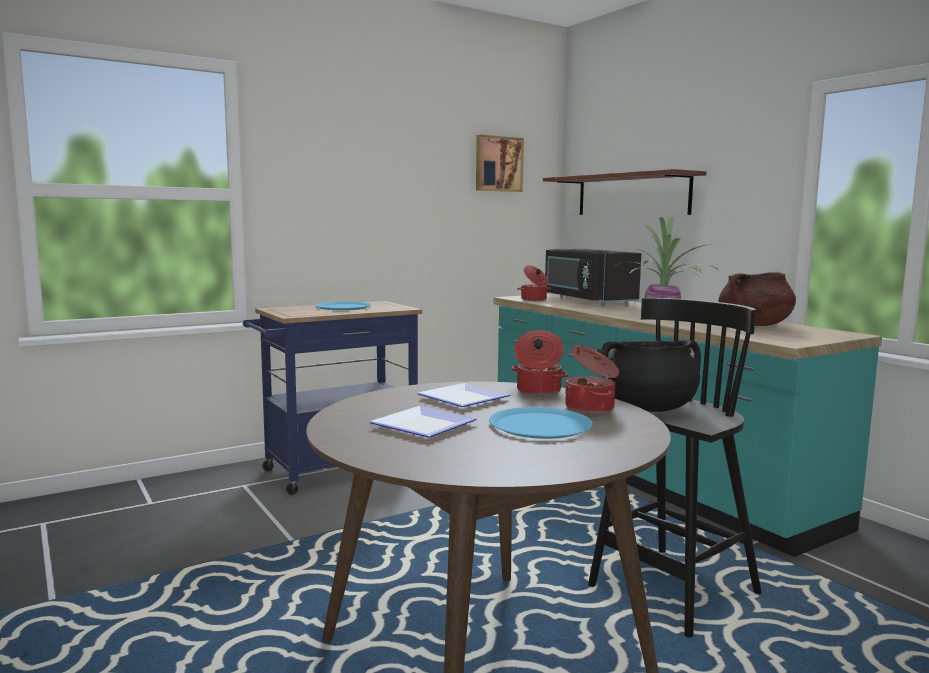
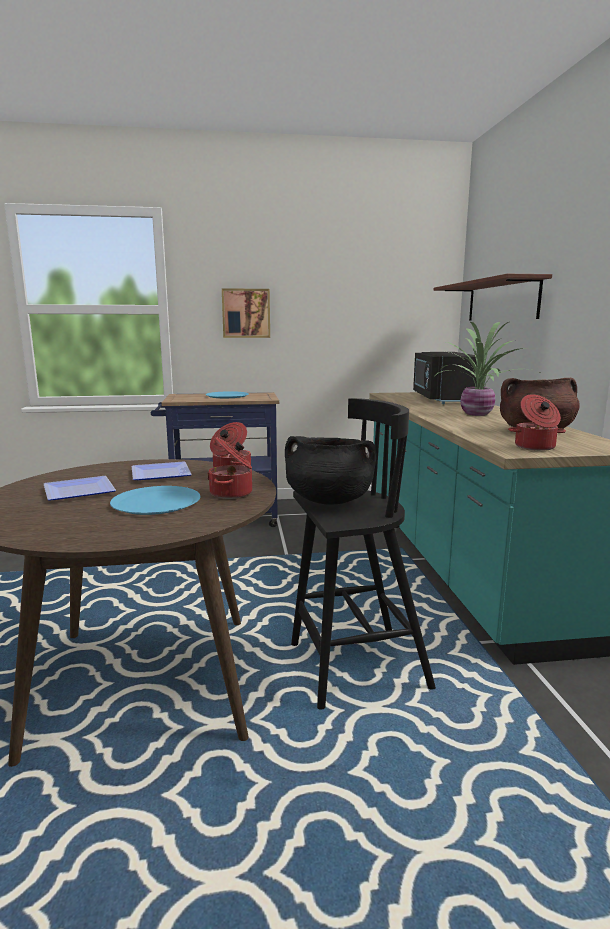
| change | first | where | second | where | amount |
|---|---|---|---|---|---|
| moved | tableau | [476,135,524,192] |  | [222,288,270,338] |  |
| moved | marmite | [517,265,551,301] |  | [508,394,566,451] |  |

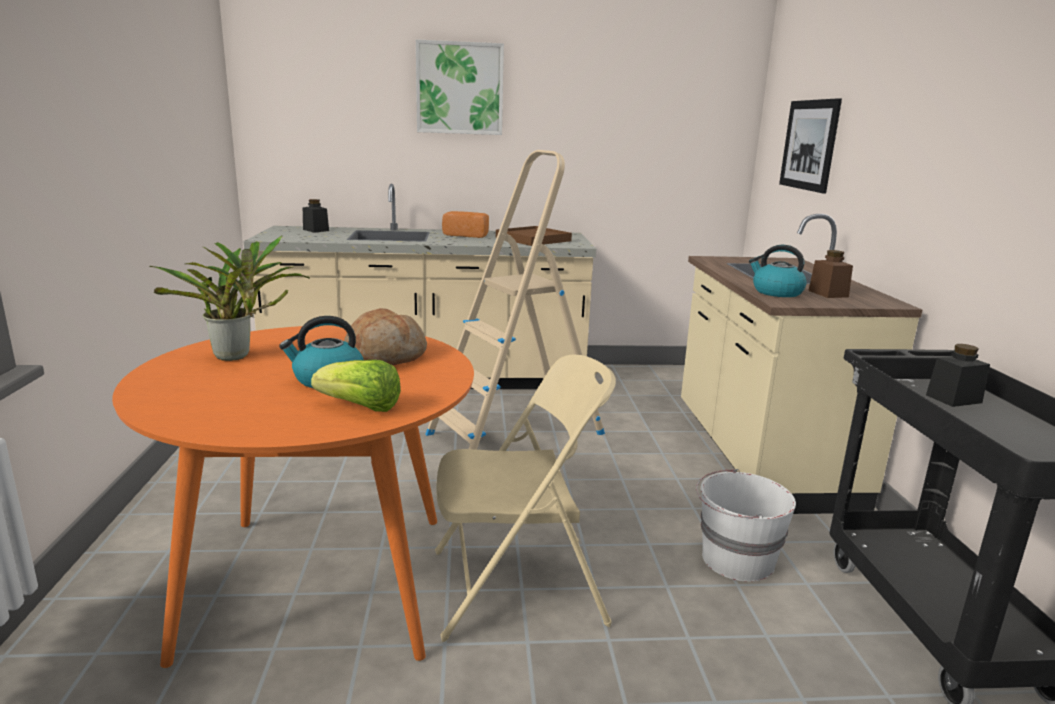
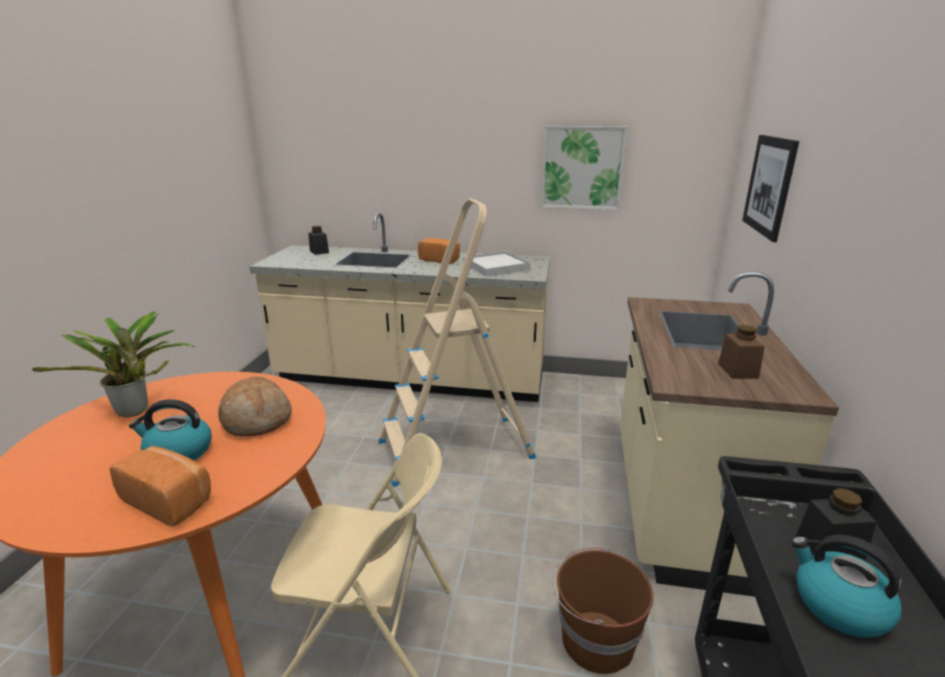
| change | first | where | second | where | amount |
|---|---|---|---|---|---|
| moved | tableau | [416,39,504,135] |  | [540,126,628,210] |  |
| recoloured | plateau (marron) | [496,226,572,246] | plateau (blanc) | [463,251,531,277] |  |
| moved | bouilloire | [749,245,807,297] |  | [791,535,902,638] |  |
| replaced | laitue | [311,360,401,412] | pain | [109,446,211,527] |  |
| recoloured | seau (blanc) | [696,469,796,582] | seau (marron) | [552,547,653,674] |  |

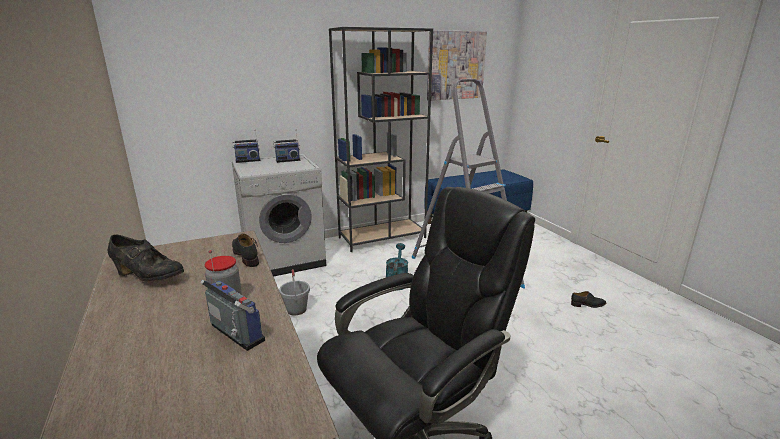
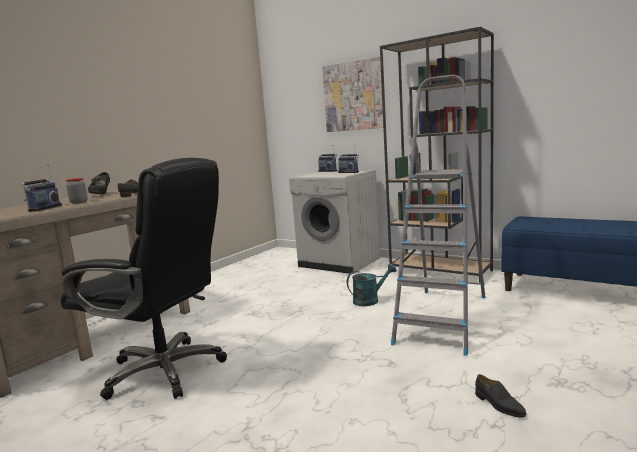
| change | first | where | second | where | amount |
|---|---|---|---|---|---|
| moved | tableau | [427,30,487,100] |  | [322,56,383,132] |  |
| removed | seau (gris) | [279,269,310,316] |  |  |  |

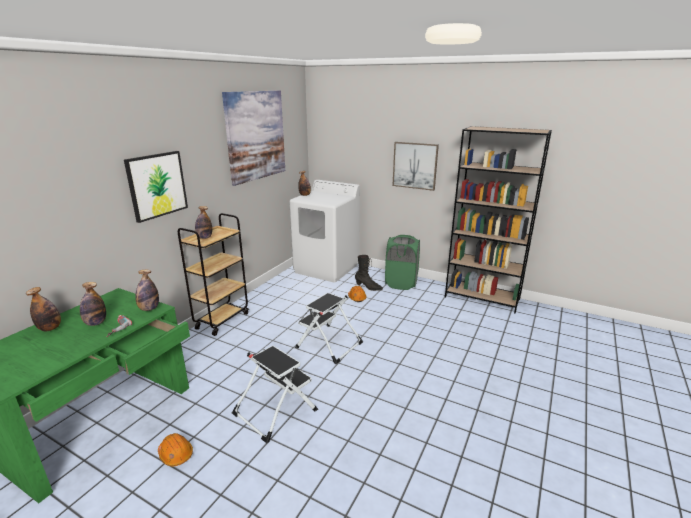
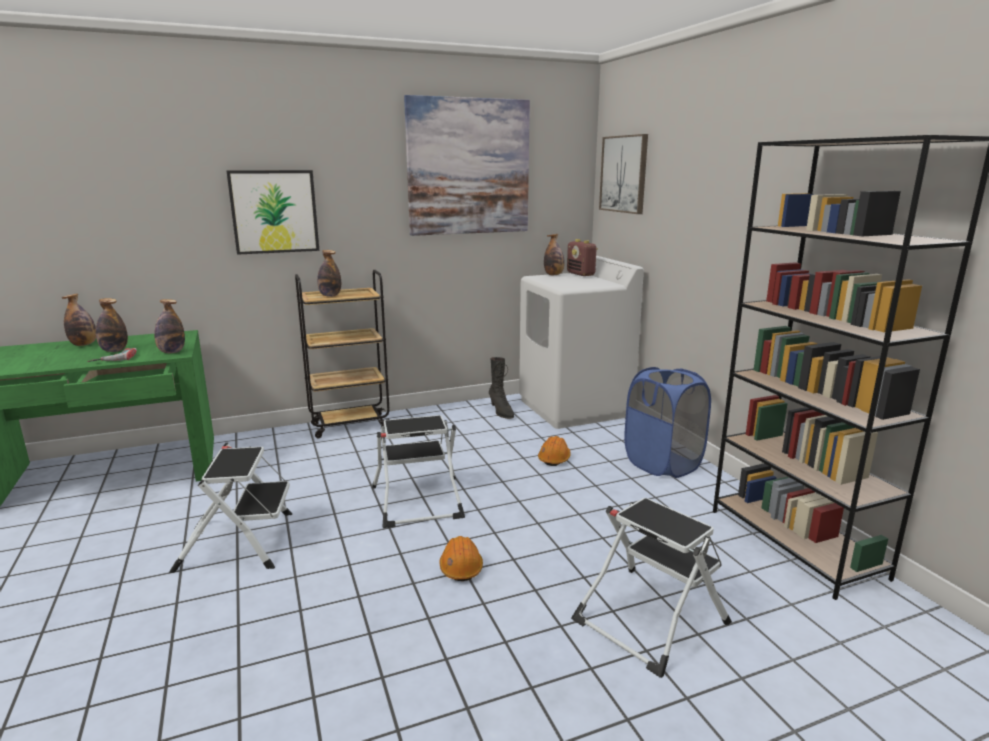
| change | first | where | second | where | amount |
|---|---|---|---|---|---|
| moved | tableau | [393,142,439,191] |  | [599,134,648,214] |  |
| recoloured | panier à linge (vert) | [385,235,420,290] | panier à linge (bleu) | [624,367,711,478] |  |
| moved | botte (noir) | [355,255,383,291] |  | [489,357,514,419] |  |
| moved | casque de chantier (orange) | [158,433,193,467] |  | [439,536,483,581] |  |
| added |  |  | radio | [567,239,598,276] |  |
| added |  |  | escabeau | [571,498,732,678] |  |

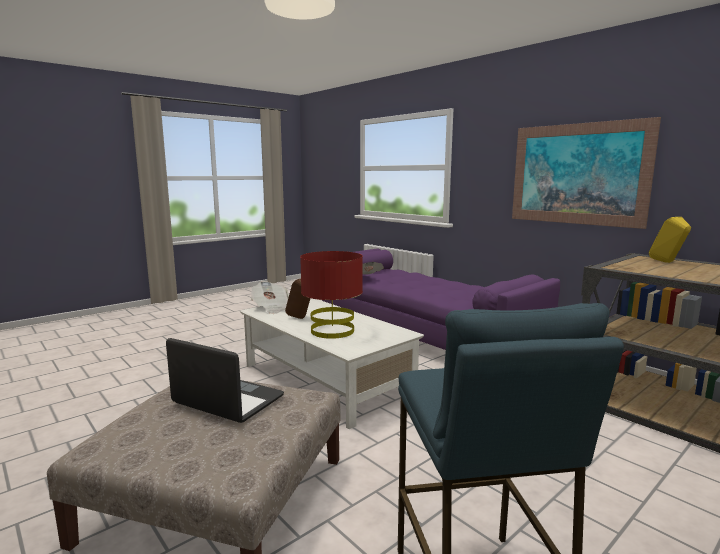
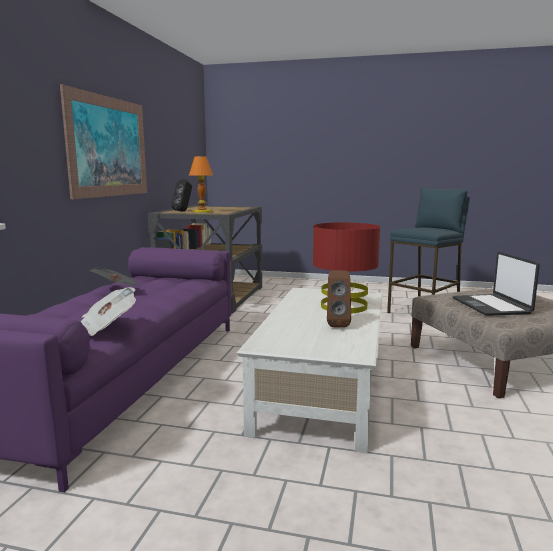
| change | first | where | second | where | amount |
|---|---|---|---|---|---|
| recoloured | enceinte (jaune) | [649,217,691,263] | enceinte (noir) | [171,179,192,211] |  |
| moved | journal | [251,281,289,314] |  | [89,268,140,286] |  |
| added |  |  | lampe de table | [189,156,214,213] |  |

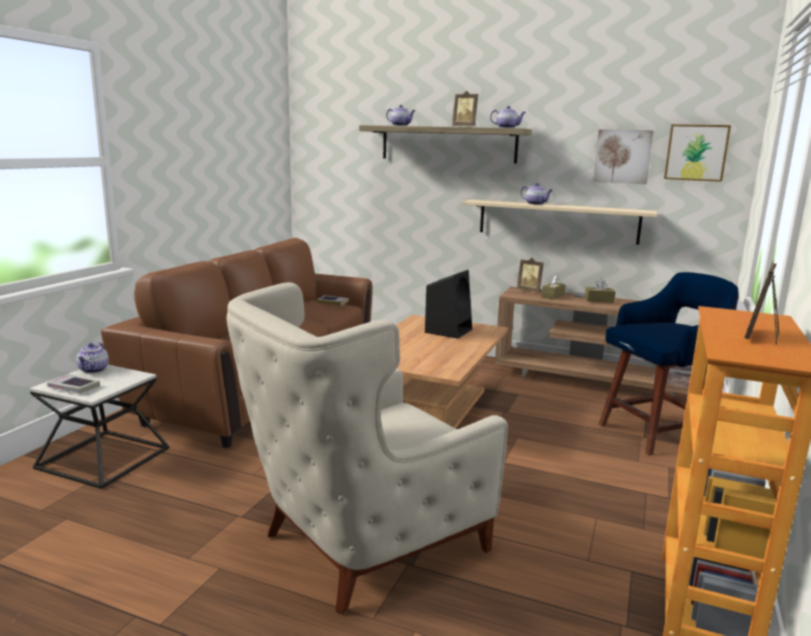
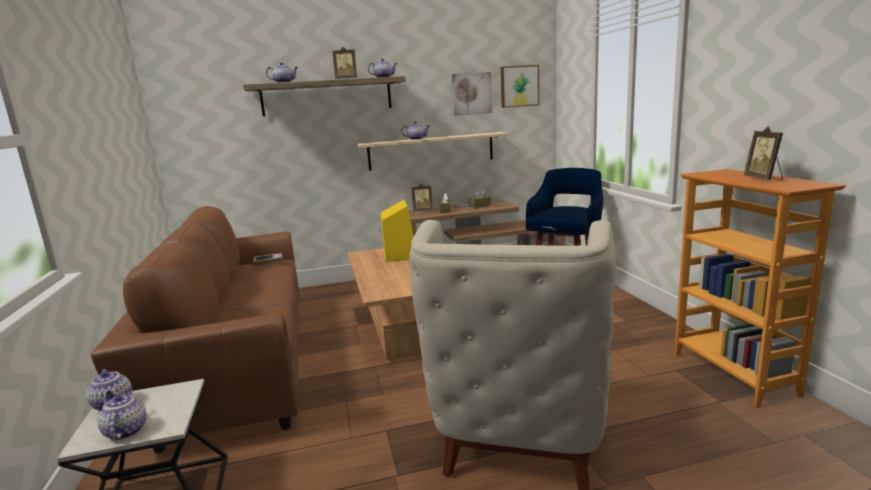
| change | first | where | second | where | amount |
|---|---|---|---|---|---|
| recoloured | enceinte (noir) | [425,270,472,339] | enceinte (jaune) | [381,200,414,262] |  |
| replaced | livre | [47,374,100,393] | théière | [97,388,147,440] |  |

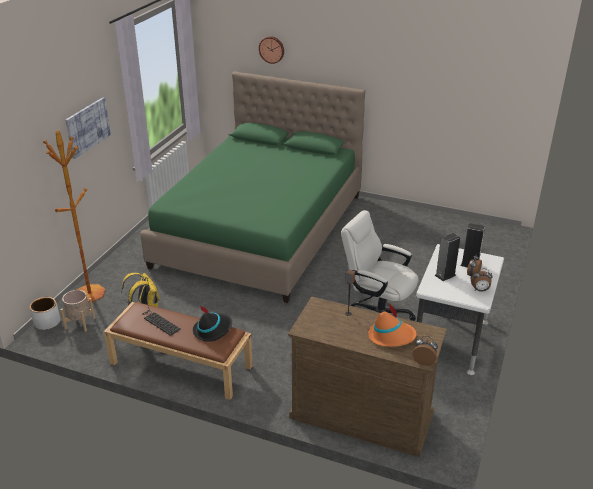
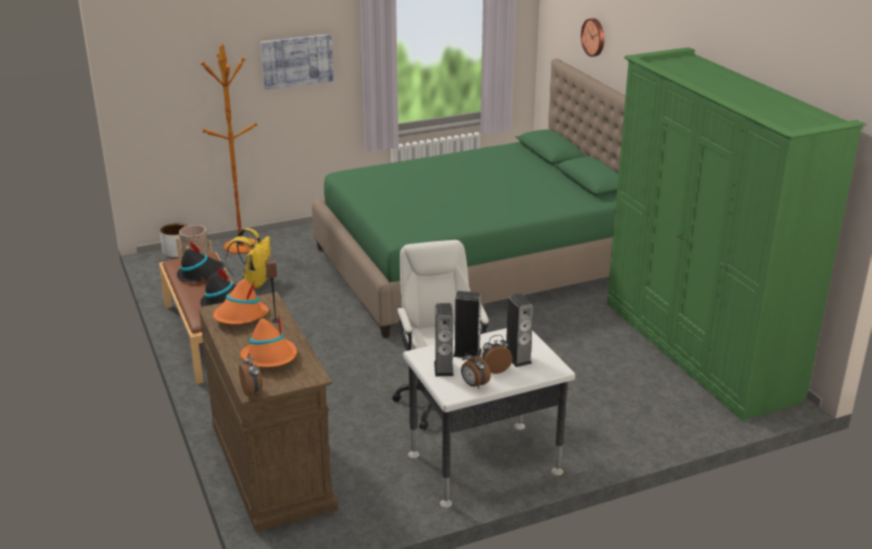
| change | first | where | second | where | amount |
|---|---|---|---|---|---|
| replaced | clavier | [143,305,181,336] | chapeau (noir) | [177,241,225,282] |  |
| added |  |  | armoire (vert) | [607,47,866,421] |  |
| added |  |  | chapeau (orange) | [213,279,269,324] |  |
| added |  |  | enceinte | [434,303,454,376] |  |

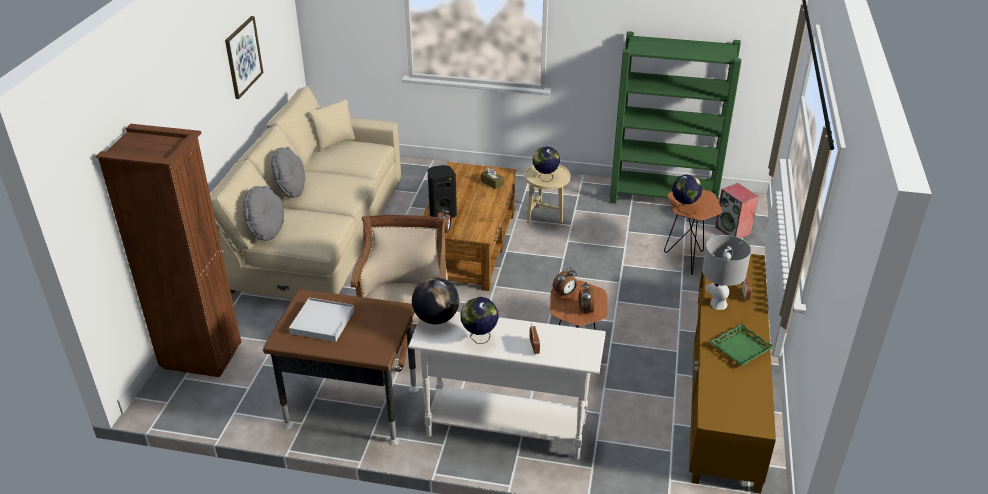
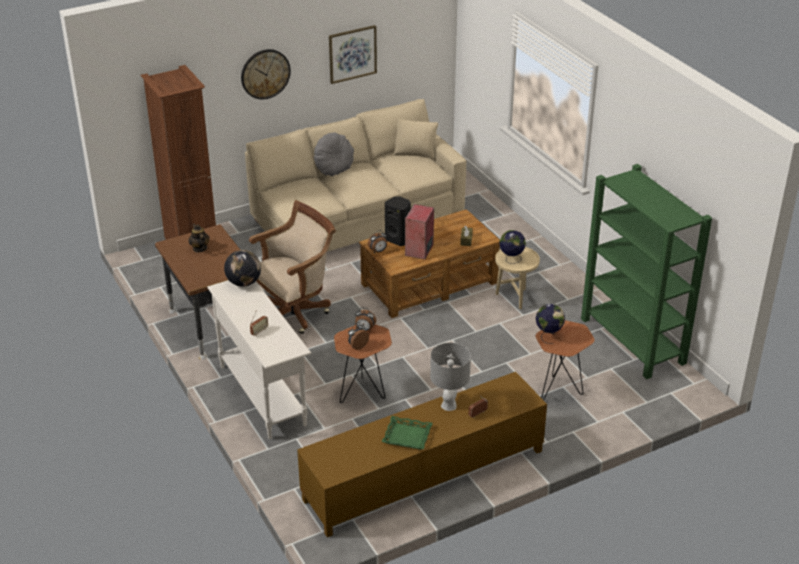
| change | first | where | second | where | amount |
|---|---|---|---|---|---|
| moved | enceinte | [715,183,759,238] |  | [405,204,434,259] |  |
| removed | coussin (gris) | [243,185,284,241] |  |  |  |
| removed | globe | [460,297,499,344] |  |  |  |
| replaced | plateau (blanc) | [289,298,354,342] | théière | [188,224,210,253] |  |
| added |  |  | horloge murale | [241,49,291,99] |  |

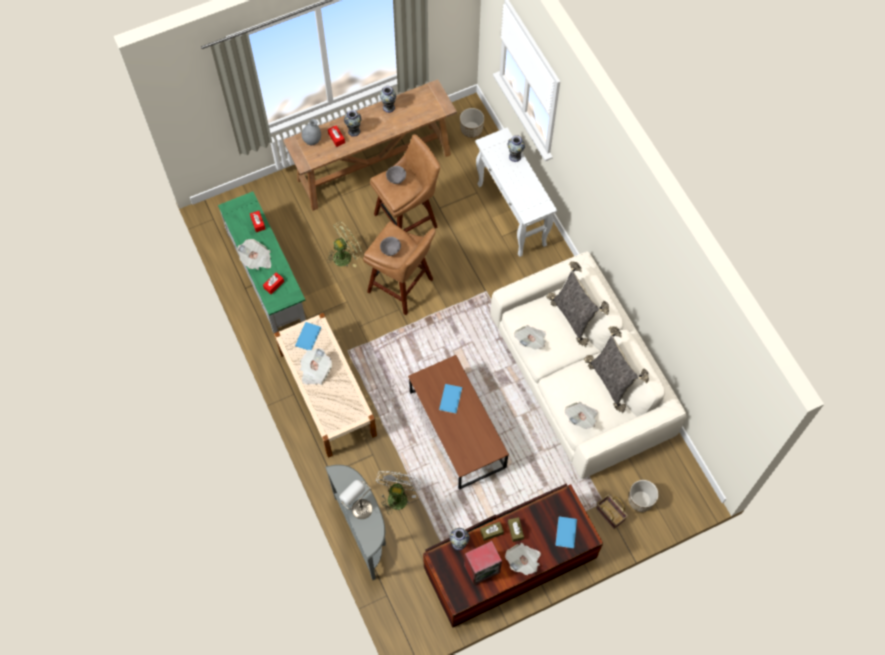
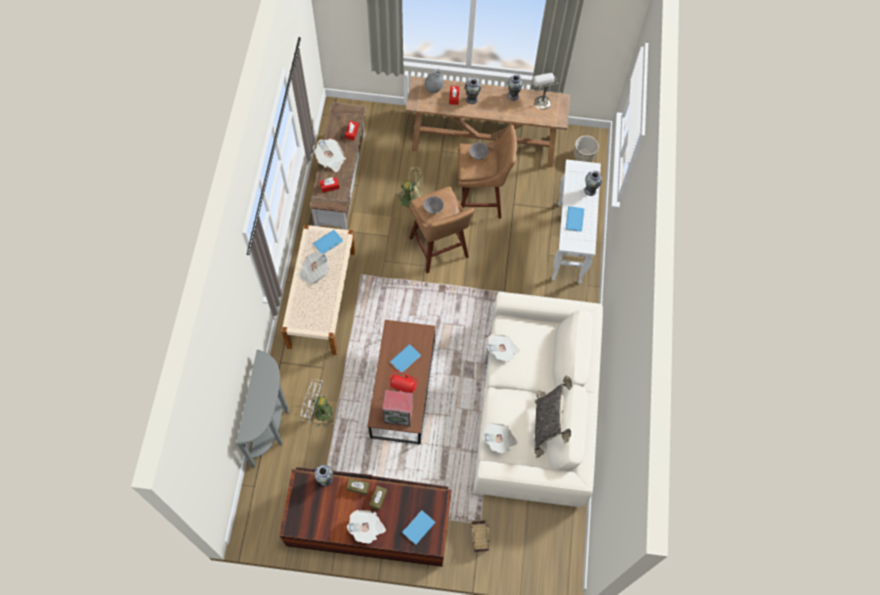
| change | first | where | second | where | amount |
|---|---|---|---|---|---|
| recoloured | meuble télé (vert) | [218,192,306,333] | meuble télé (marron) | [310,102,366,230] |  |
| removed | coussin | [546,261,609,347] |  |  |  |
| turned | ventilateur (blanc) | [376,471,421,515] |  | [301,379,337,428] | 120 degrees counterclockwise |
| moved | lampe de table (blanc) | [339,480,373,519] |  | [531,73,558,110] |  |
| removed | cache-pot | [628,480,659,512] |  |  |  |
| moved | enceinte | [464,541,502,585] |  | [382,390,413,427] |  |
| added |  |  | livre (bleu) | [566,206,585,232] |  |
| added |  |  | lampe de table (rouge) | [389,370,419,393] |  |

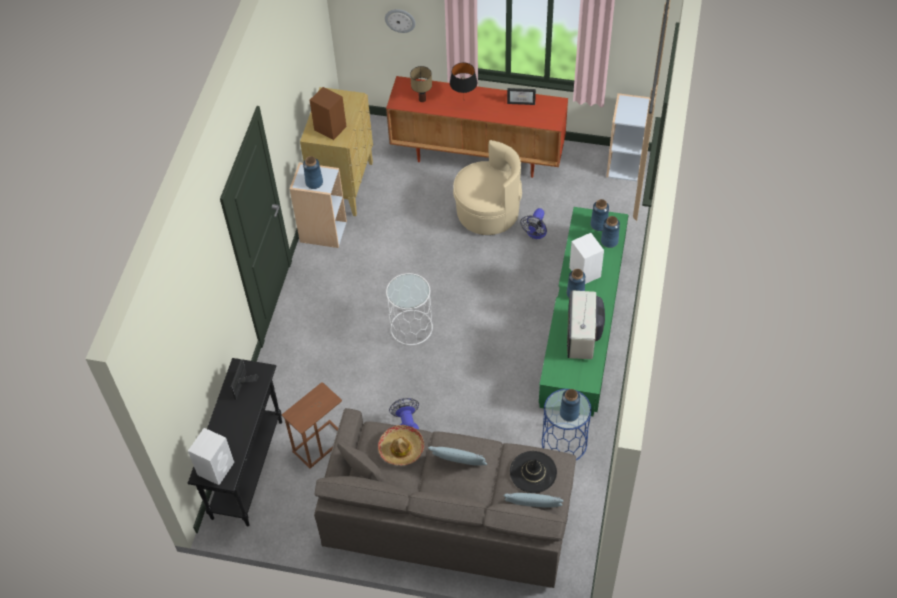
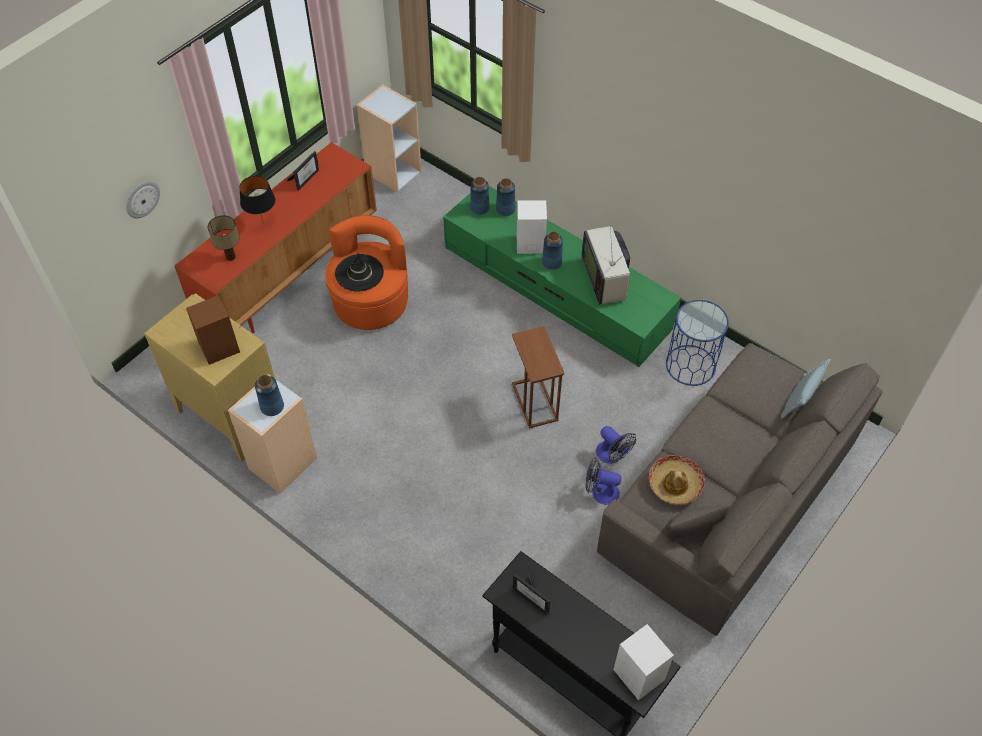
| change | first | where | second | where | amount |
|---|---|---|---|---|---|
| recoloured | fauteuil (beige) | [453,140,522,235] | fauteuil (orange) | [325,215,408,330] |  |
| moved | ventilateur | [520,208,547,239] |  | [596,426,636,464] |  |
| removed | table d'appoint (blanc) | [386,273,433,345] |  |  |  |
| turned | téléviseur | [567,291,605,359] |  | [582,226,630,304] | 45 degrees clockwise |
| moved | table d'appoint (marron) | [282,382,342,469] |  | [512,326,564,429] |  |
| removed | vase (bleu) | [560,389,580,422] |  |  |  |
| removed | coussin (bleu) | [428,446,487,465] |  |  |  |
| moved | chapeau (noir) | [510,451,557,493] |  | [335,253,384,292] |  |

